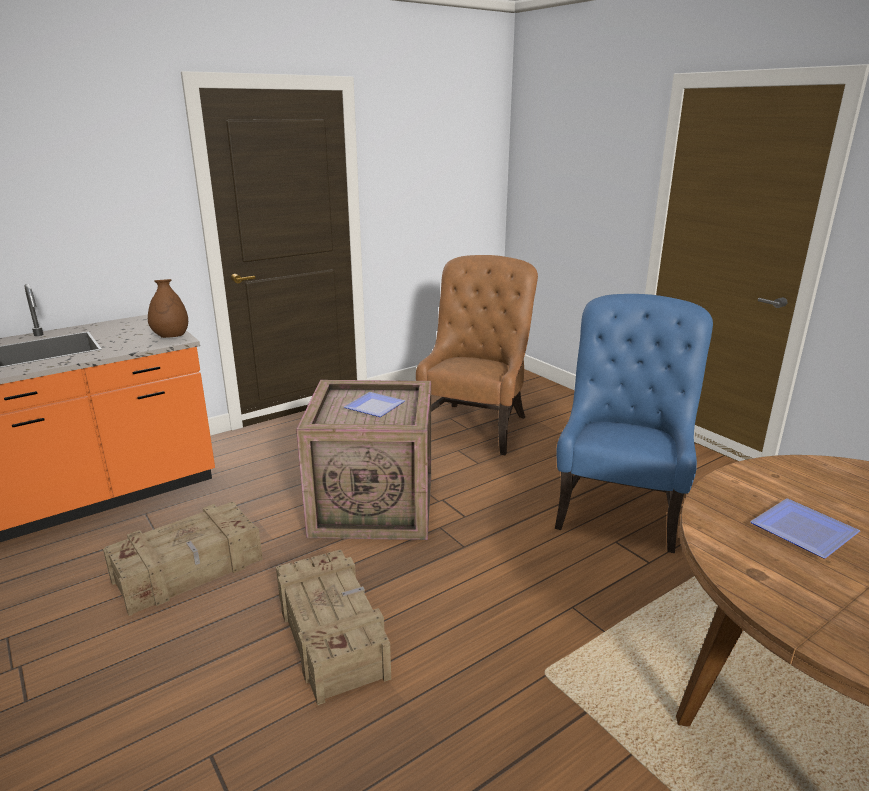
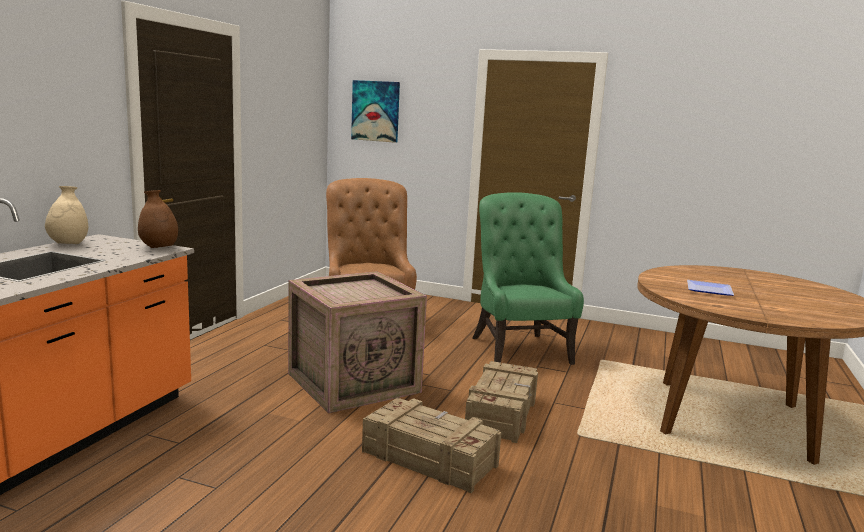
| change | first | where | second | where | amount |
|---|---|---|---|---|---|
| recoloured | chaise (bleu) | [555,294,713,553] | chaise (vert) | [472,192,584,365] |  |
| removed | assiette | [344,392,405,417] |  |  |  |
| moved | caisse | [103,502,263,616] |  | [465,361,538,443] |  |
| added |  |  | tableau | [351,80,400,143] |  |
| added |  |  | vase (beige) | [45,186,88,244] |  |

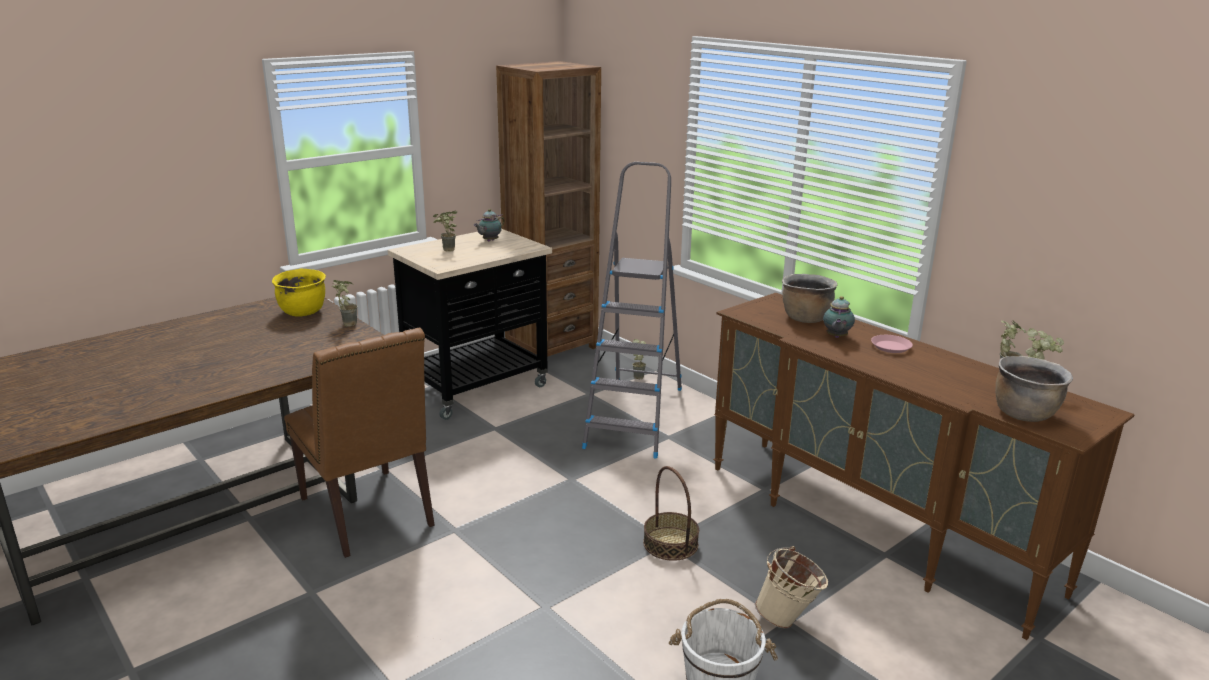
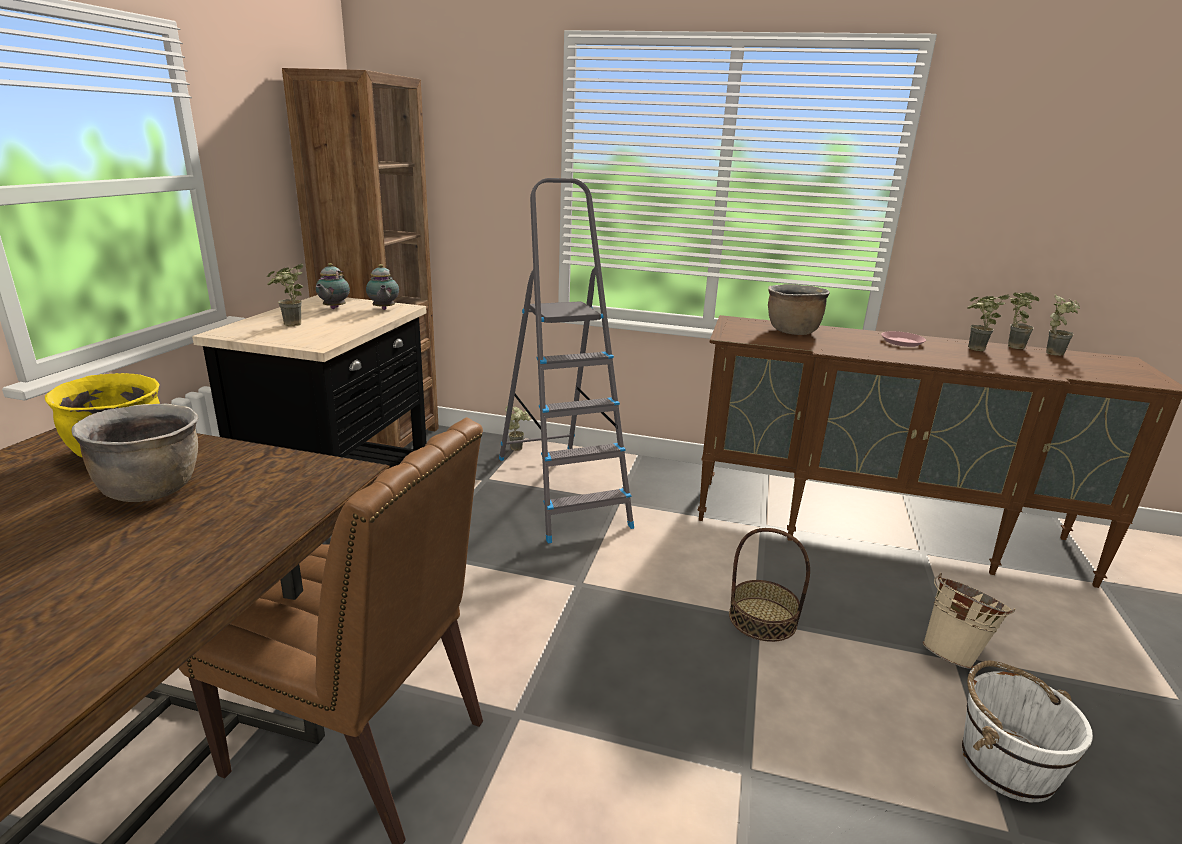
| change | first | where | second | where | amount |
|---|---|---|---|---|---|
| moved | plante en pot | [331,280,358,327] |  | [967,294,1010,351] |  |
| moved | théière | [823,296,855,338] |  | [366,264,399,310] |  |
| moved | marmite (marron) | [995,356,1073,422] |  | [71,404,198,502] |  |

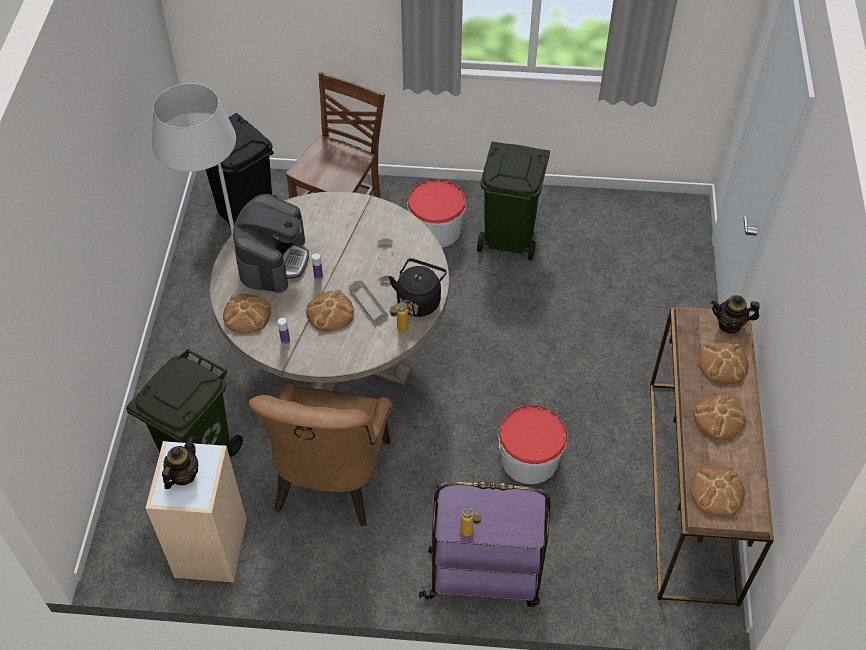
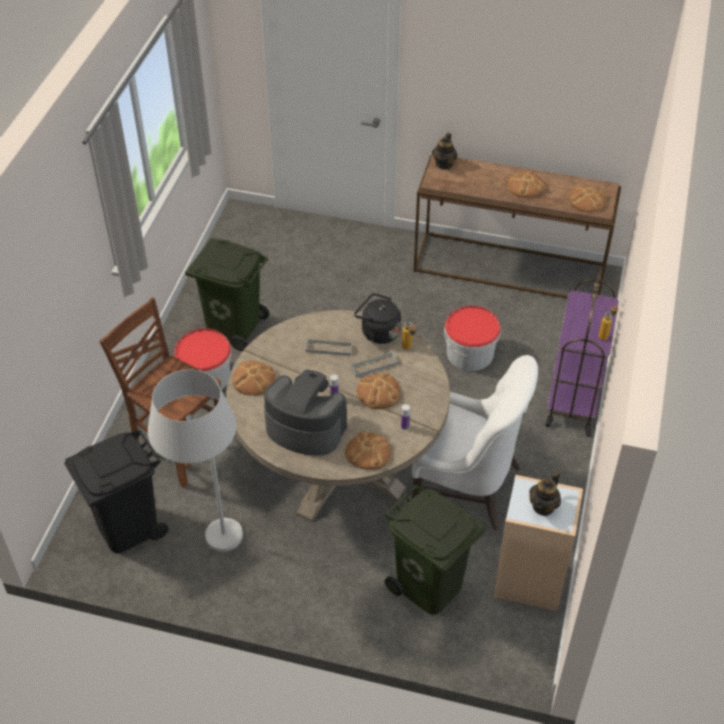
| change | first | where | second | where | amount |
|---|---|---|---|---|---|
| moved | pain | [698,342,749,384] |  | [233,361,276,396] |  |
| recoloured | chaise (marron) | [249,382,392,527] | chaise (blanc) | [411,355,538,530] |  |
| turned | théière | [162,436,198,489] |  | [529,471,561,516] | 90 degrees counterclockwise |

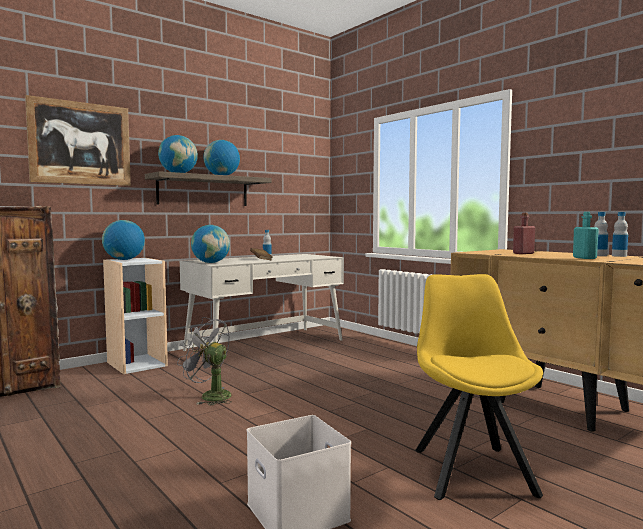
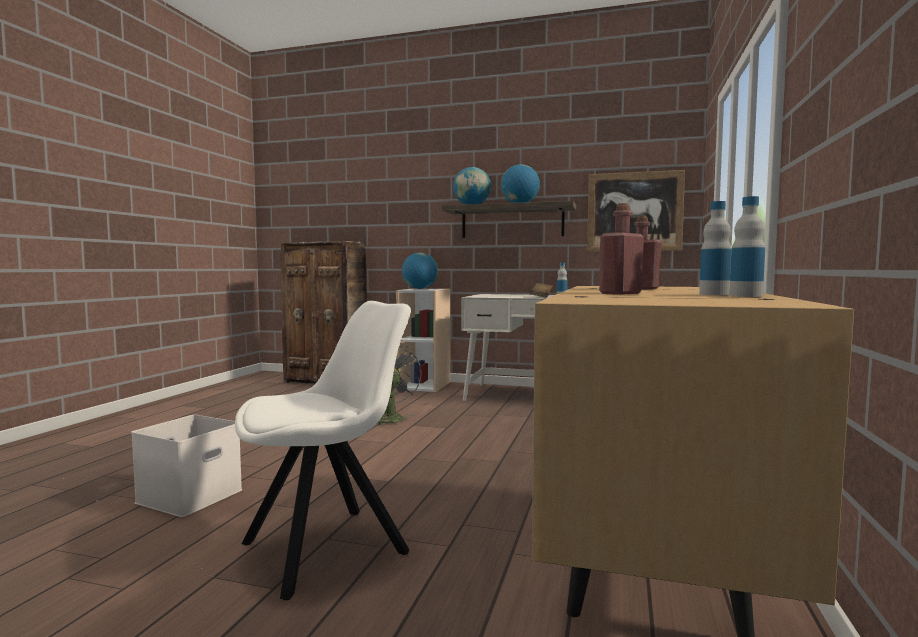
| change | first | where | second | where | amount |
|---|---|---|---|---|---|
| moved | tableau | [25,95,131,186] |  | [587,170,685,251] |  |
| recoloured | bouteille (turquoise) | [573,212,599,259] | bouteille (rouge) | [599,203,644,295] |  |
| removed | globe | [191,225,230,263] |  |  |  |
| recoloured | chaise (jaune) | [415,274,543,500] | chaise (blanc) | [235,301,411,600] |  |

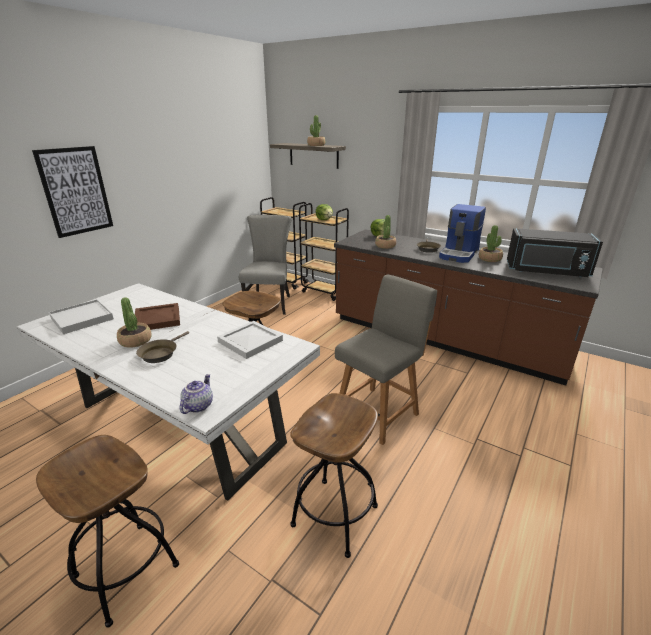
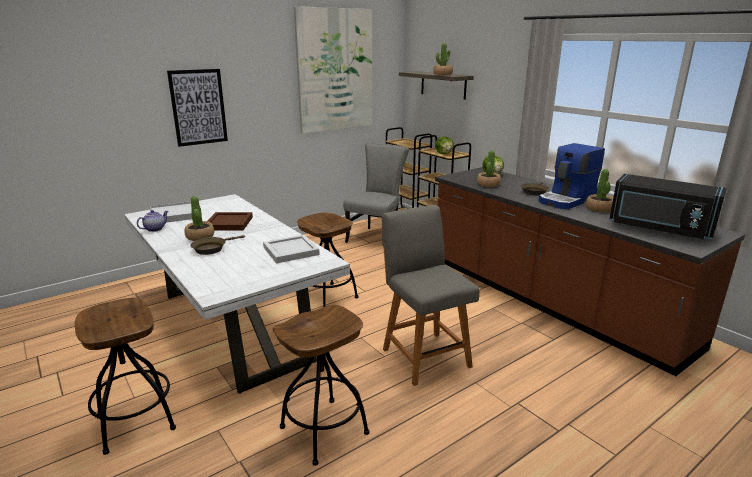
| change | first | where | second | where | amount |
|---|---|---|---|---|---|
| turned | chaise (gris) | [335,274,437,445] |  | [382,205,480,386] | 90 degrees counterclockwise |
| moved | théière | [180,374,213,414] |  | [137,210,168,232] |  |
| added |  |  | tableau | [294,6,373,134] |  |

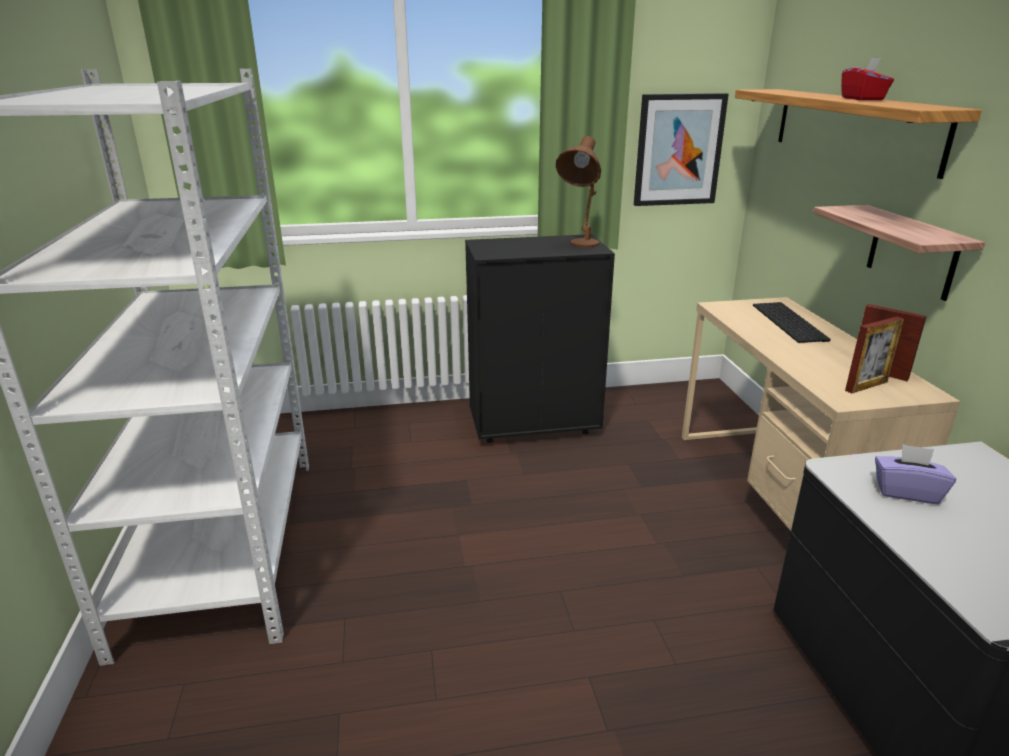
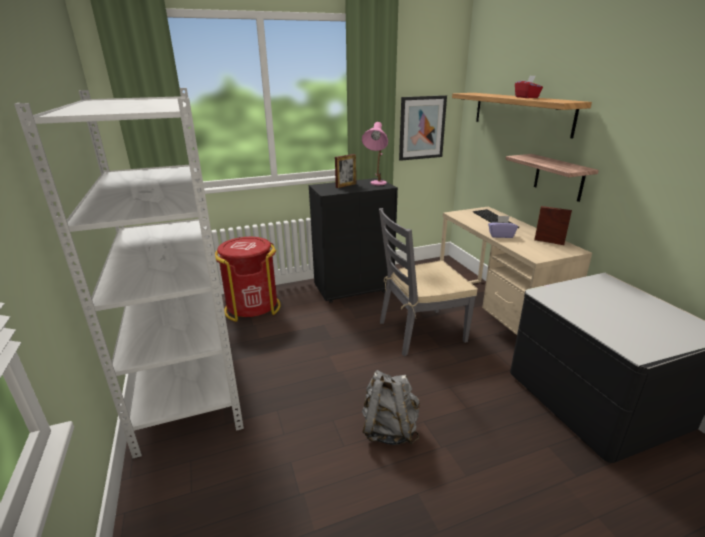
| change | first | where | second | where | amount |
|---|---|---|---|---|---|
| recoloured | lampe de table (marron) | [556,136,601,248] | lampe de table (rose) | [362,122,388,185] |  |
| moved | cadre photo | [845,316,904,394] |  | [335,154,356,188] |  |
| moved | boîte à mouchoirs (violet) | [875,444,956,504] |  | [488,216,518,238] |  |
| added |  |  | chaise (gris) | [379,208,478,356] |  |
| added |  |  | poubelle (rouge) | [215,237,281,322] |  |
| added |  |  | sac à dos (gris) | [362,370,420,445] |  |

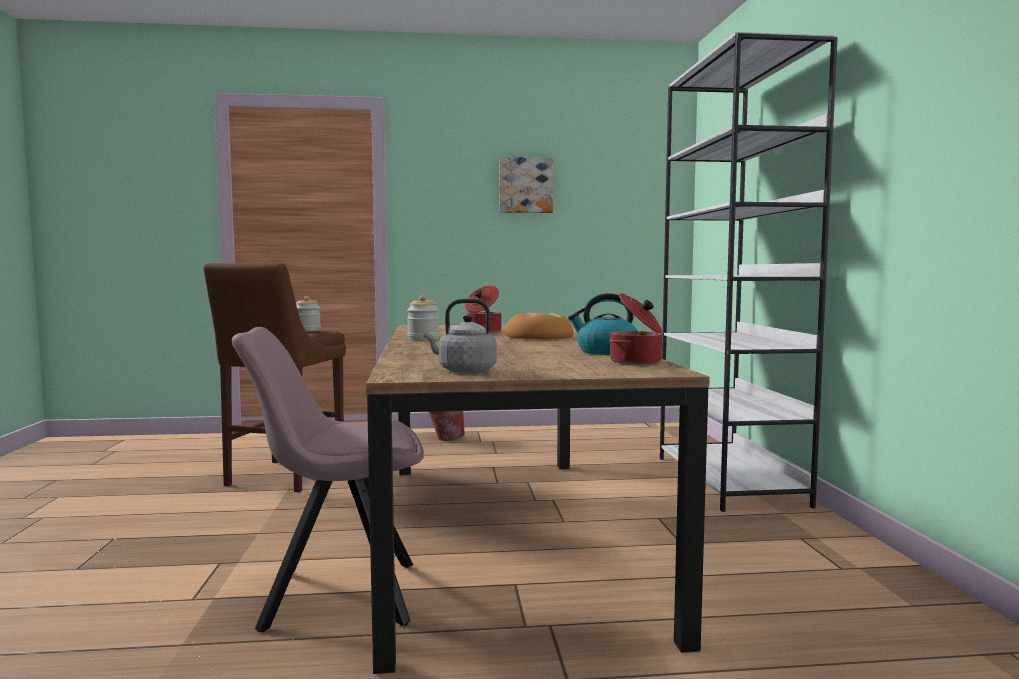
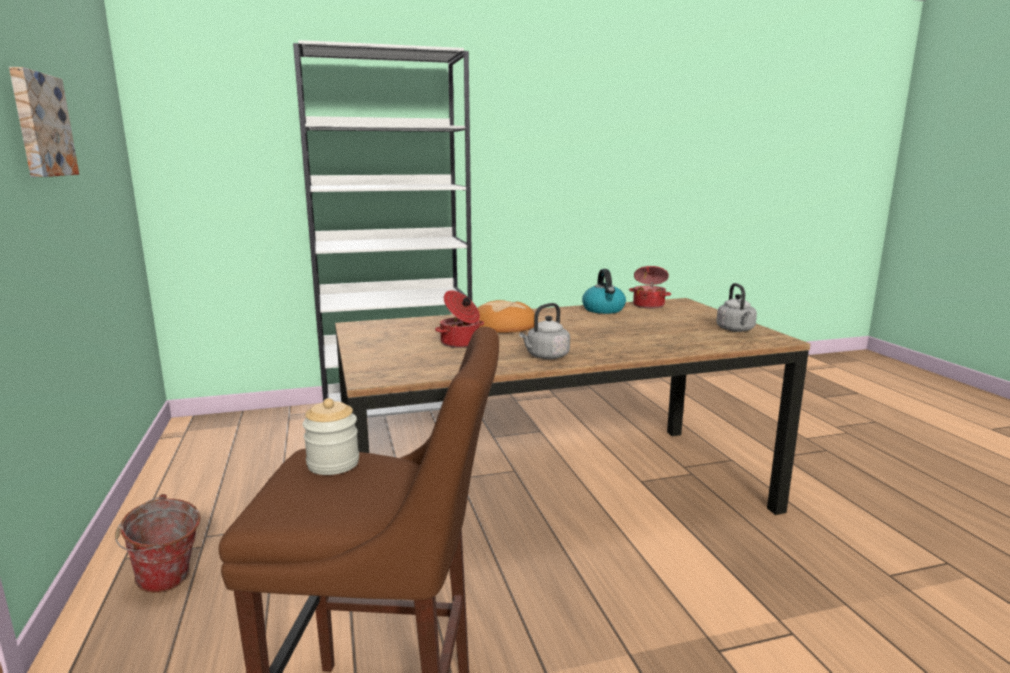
| change | first | where | second | where | amount |
|---|---|---|---|---|---|
| replaced | bocal | [407,295,439,340] | bouilloire (gris) | [519,303,570,359] |  |
| removed | chaise (rose) | [232,327,424,632] |  |  |  |

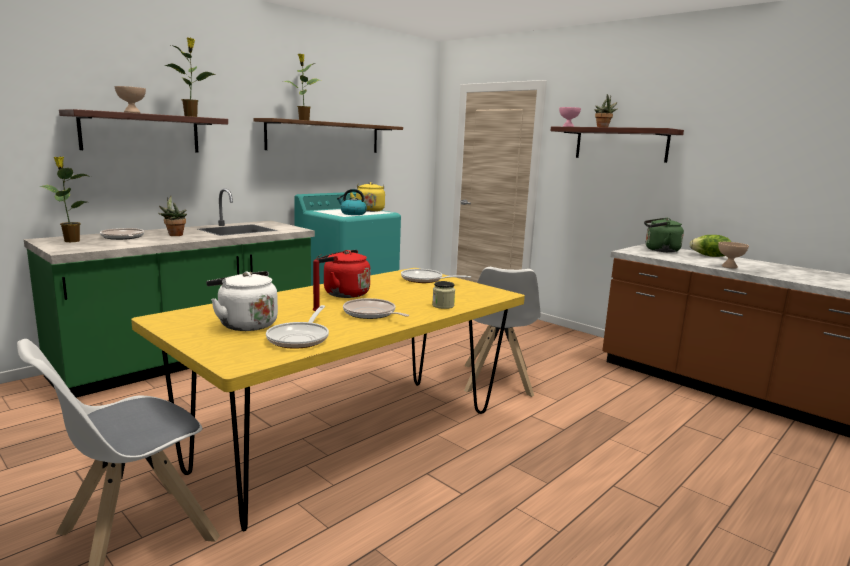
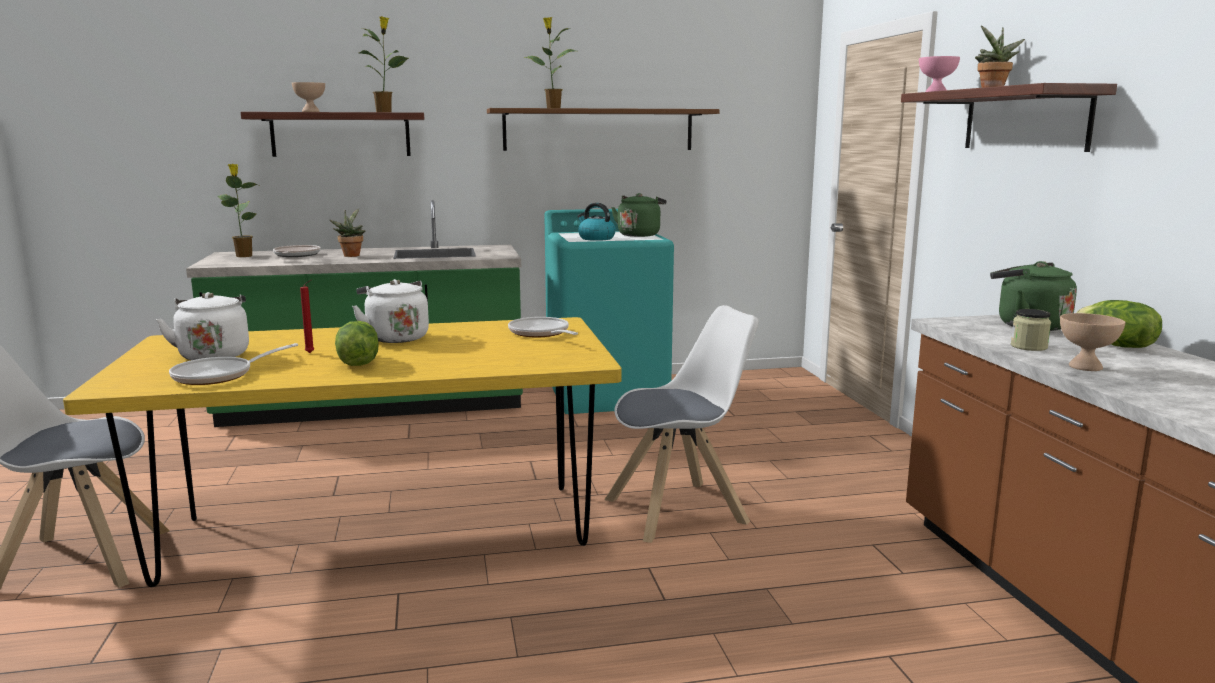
| change | first | where | second | where | amount |
|---|---|---|---|---|---|
| recoloured | bouilloire (jaune) | [350,182,385,212] | bouilloire (vert) | [611,193,667,237] |  |
| recoloured | bouilloire (rouge) | [315,250,370,298] | bouilloire (blanc) | [352,279,429,343] |  |
| turned | chaise | [464,267,541,397] |  | [605,305,759,543] | 150 degrees counterclockwise |
| moved | bocal | [432,281,455,309] |  | [1011,309,1051,351] |  |
| replaced | poêle | [343,298,409,319] | laitue | [335,321,379,366] |  |

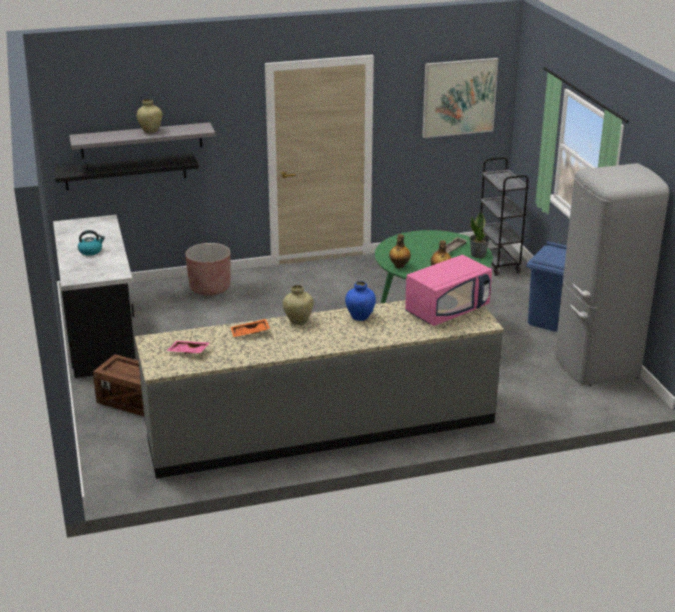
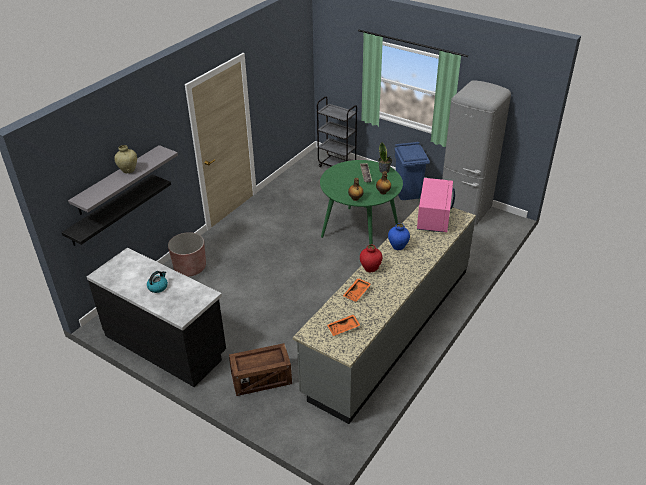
| change | first | where | second | where | amount |
|---|---|---|---|---|---|
| removed | tableau | [422,58,498,138] |  |  |  |
| recoloured | vase (beige) | [283,285,314,325] | vase (rouge) | [360,245,382,272] |  |
| recoloured | plateau (rose) | [167,341,210,354] | plateau (orange) | [327,314,360,336] |  |

